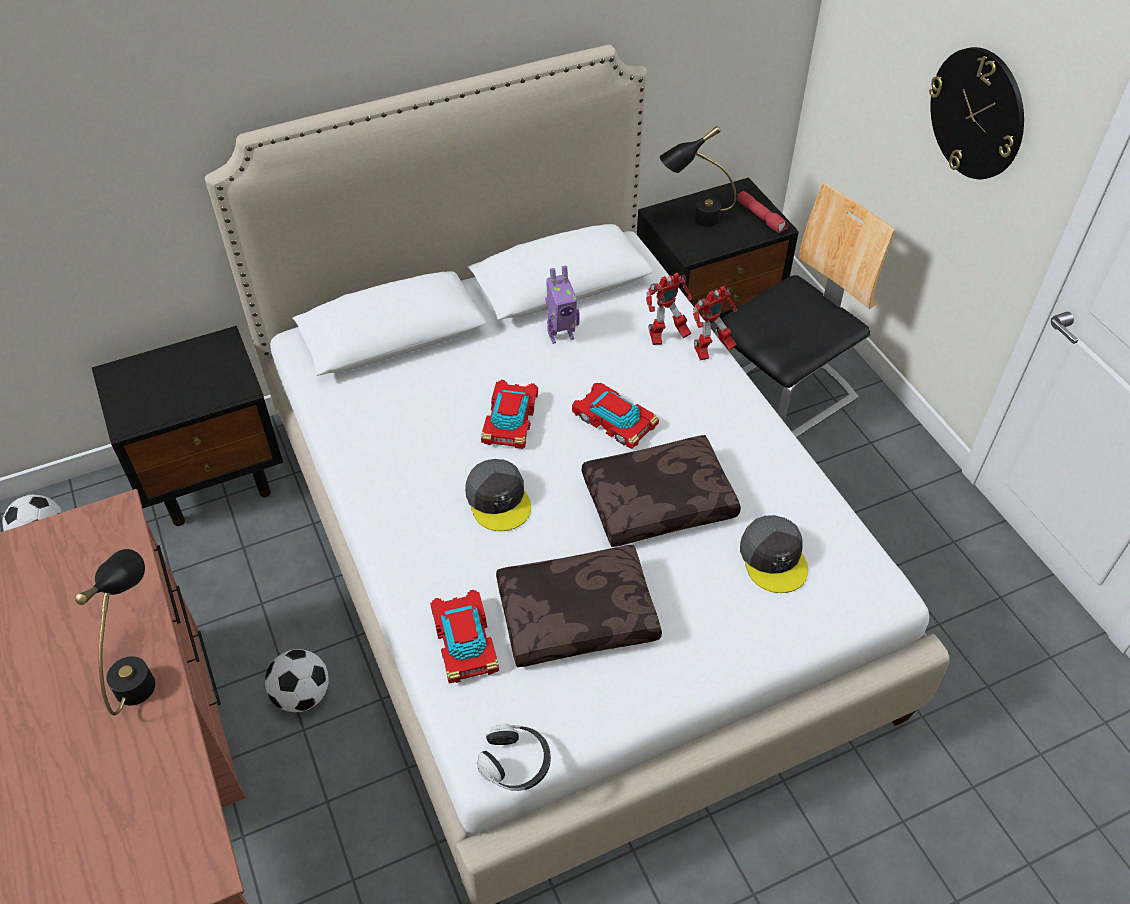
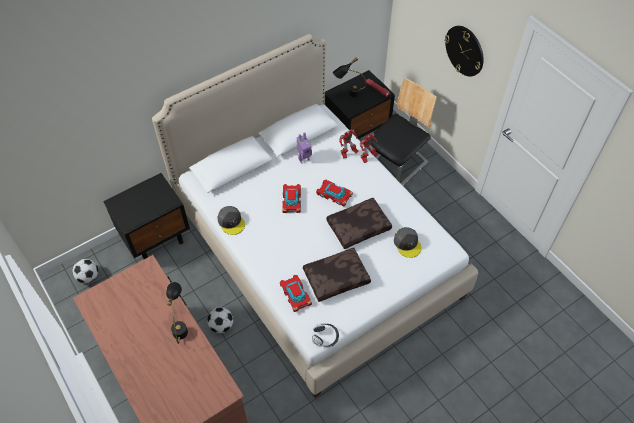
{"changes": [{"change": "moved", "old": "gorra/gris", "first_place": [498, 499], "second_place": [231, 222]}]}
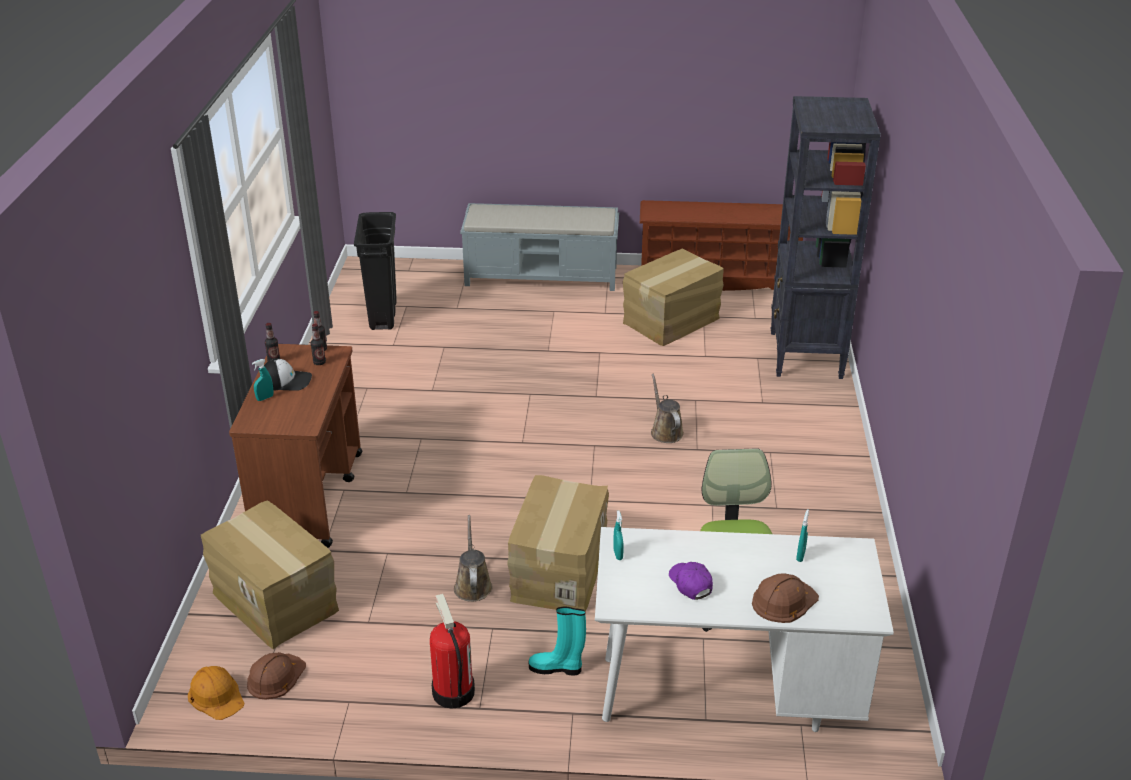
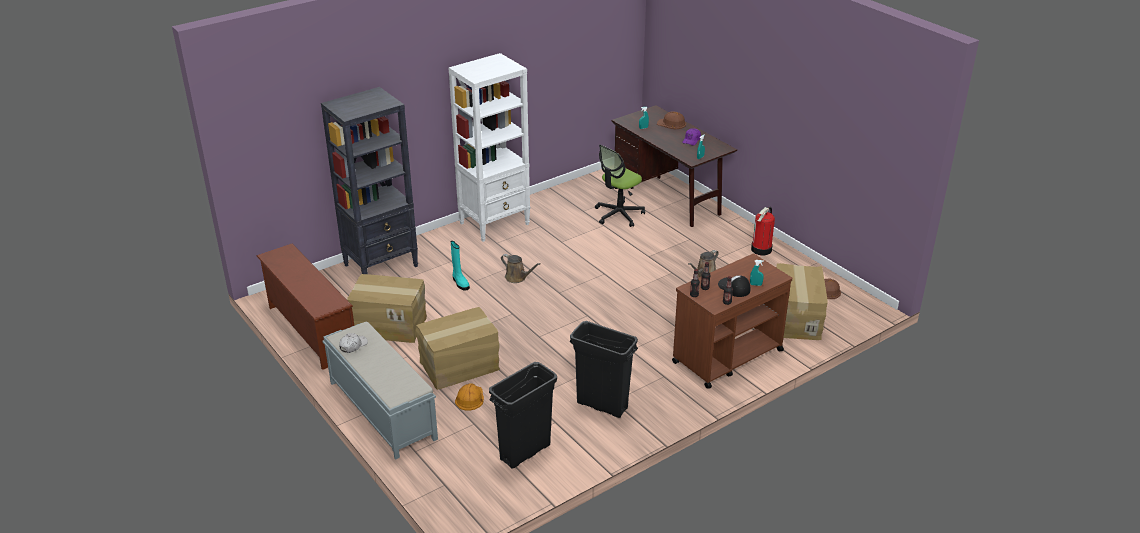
{"changes": [{"change": "turned", "old": "regadera/marrón", "first_place": [665, 431], "second_place": [517, 278], "degrees": -90}, {"change": "moved", "old": "caja de cartón", "first_place": [558, 570], "second_place": [460, 366]}, {"change": "recoloured", "old": "escritorio/blanco", "new": "escritorio/marrón", "first_place": [727, 695], "second_place": [669, 197]}, {"change": "moved", "old": "bota/turquesa", "first_place": [557, 668], "second_place": [460, 283]}, {"change": "moved", "old": "casco/naranja", "first_place": [216, 695], "second_place": [470, 398]}, {"change": "added", "new": "estantería/blanco", "second_place": [495, 223]}, {"change": "added", "new": "papelera/negro", "second_place": [601, 405]}, {"change": "added", "new": "gorra/blanco", "second_place": [353, 345]}]}
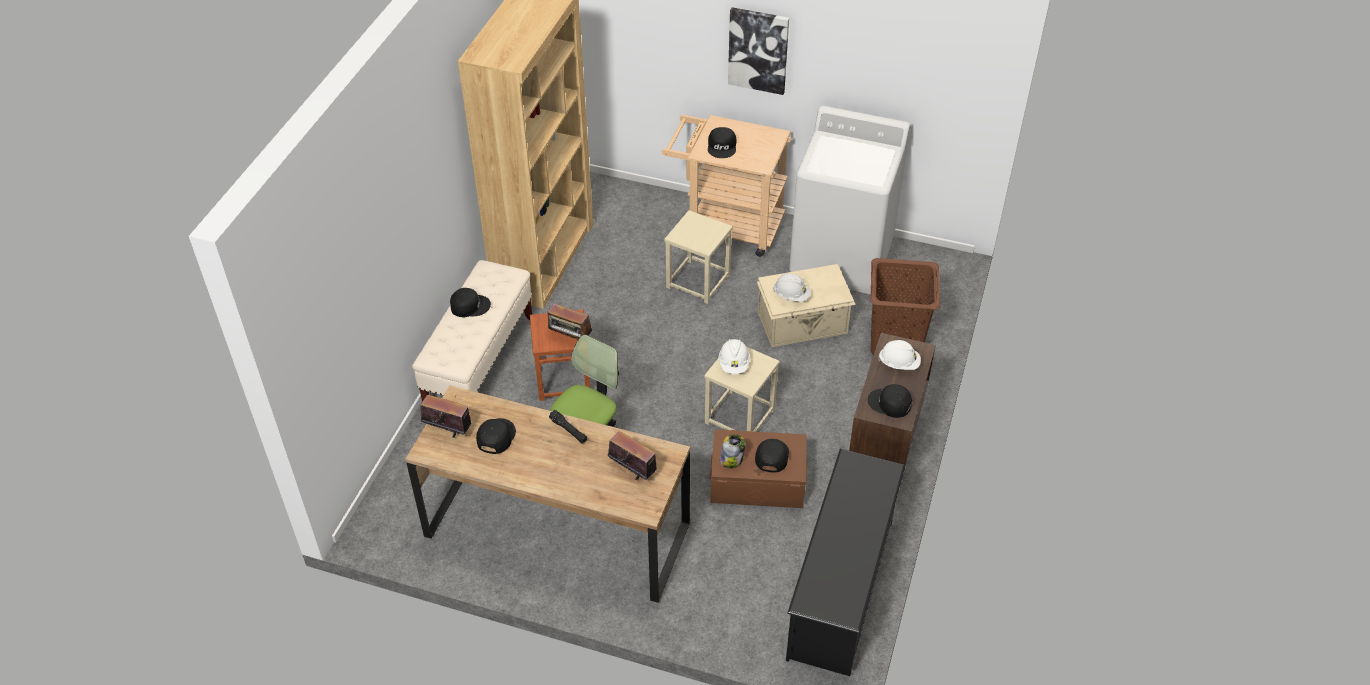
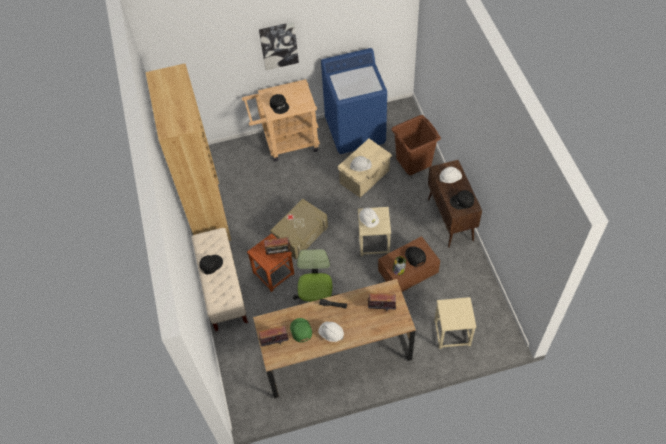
{"changes": [{"change": "recoloured", "old": "lavadora/blanco", "new": "lavadora/azul", "first_place": [842, 258], "second_place": [355, 131]}, {"change": "moved", "old": "taburete/beis", "first_place": [697, 281], "second_place": [452, 333]}, {"change": "recoloured", "old": "gorra/negro", "new": "gorra/verde", "first_place": [495, 436], "second_place": [300, 330]}, {"change": "removed", "old": "zapatero/negro", "first_place": [841, 588]}, {"change": "added", "new": "caja de almacenaje/beis", "second_place": [300, 234]}, {"change": "added", "new": "casco/blanco", "second_place": [331, 334]}]}
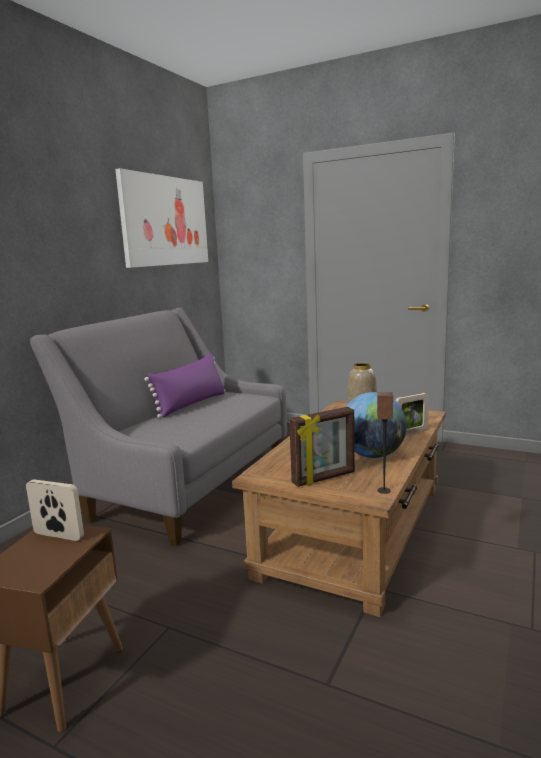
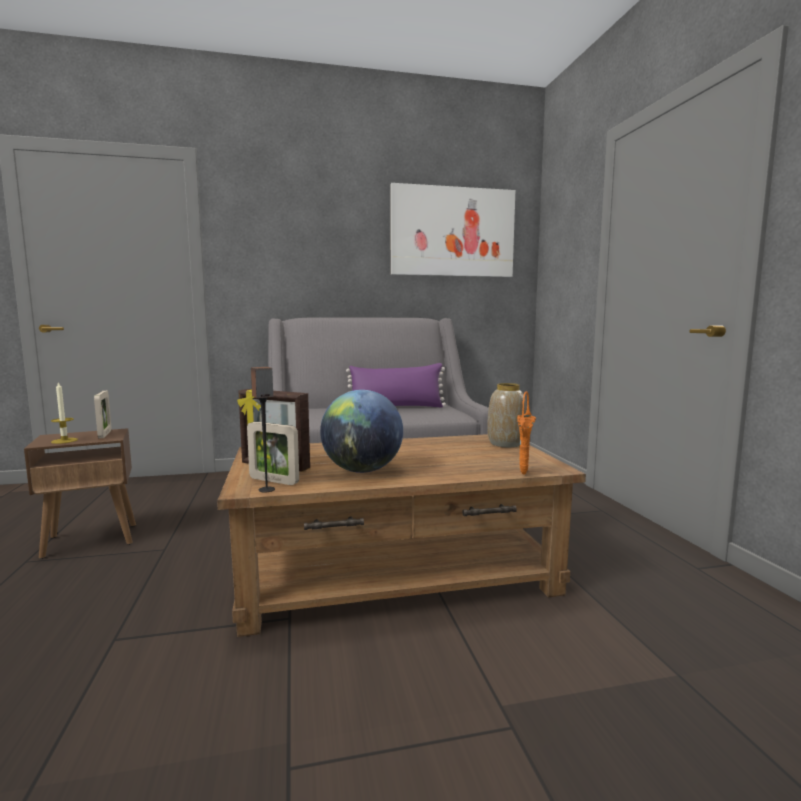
{"changes": [{"change": "moved", "old": "portarretratos", "first_place": [411, 432], "second_place": [274, 481]}, {"change": "added", "new": "vela", "second_place": [64, 441]}, {"change": "added", "new": "florero/naranja", "second_place": [523, 474]}]}
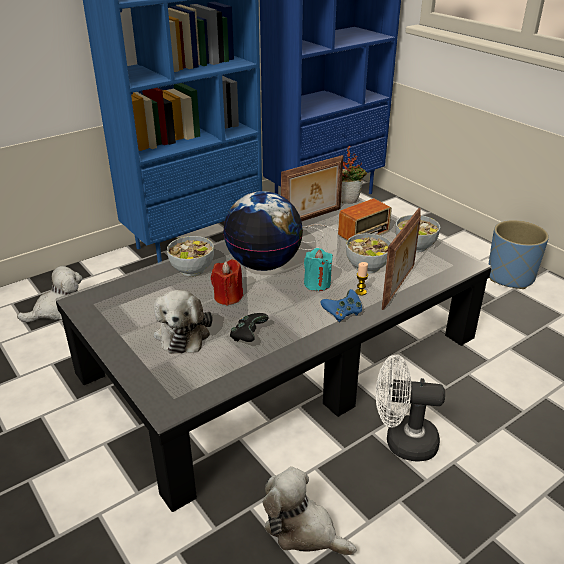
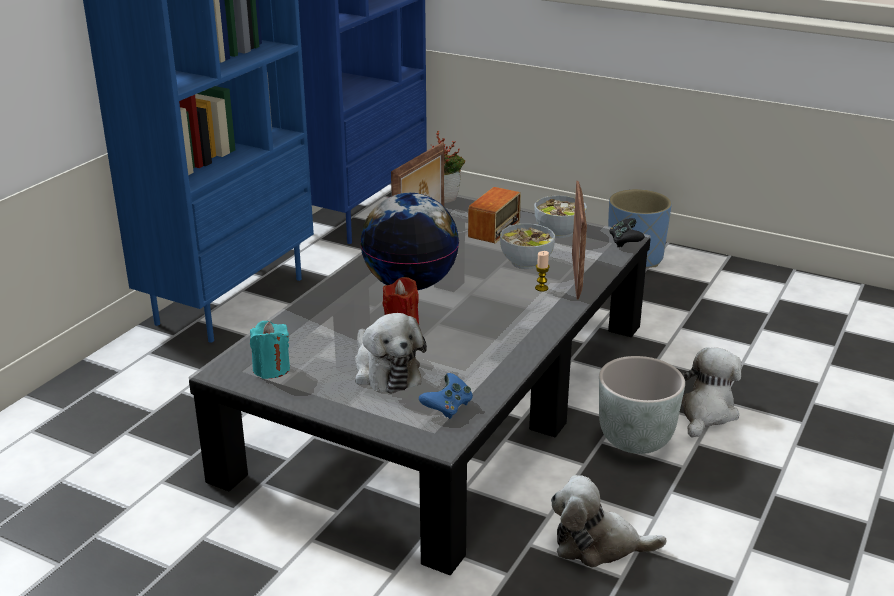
{"changes": [{"change": "removed", "old": "cuenco", "first_place": [192, 269]}, {"change": "moved", "old": "vela/turquesa", "first_place": [317, 283], "second_place": [271, 369]}, {"change": "moved", "old": "peluche", "first_place": [58, 310], "second_place": [707, 412]}, {"change": "moved", "old": "mando de consola/azul", "first_place": [342, 314], "second_place": [447, 407]}, {"change": "moved", "old": "mando de consola/negro", "first_place": [248, 336], "second_place": [625, 242]}, {"change": "replaced", "old": "ventilador/blanco", "new": "maceta/gris", "first_place": [402, 441], "second_place": [636, 440]}]}
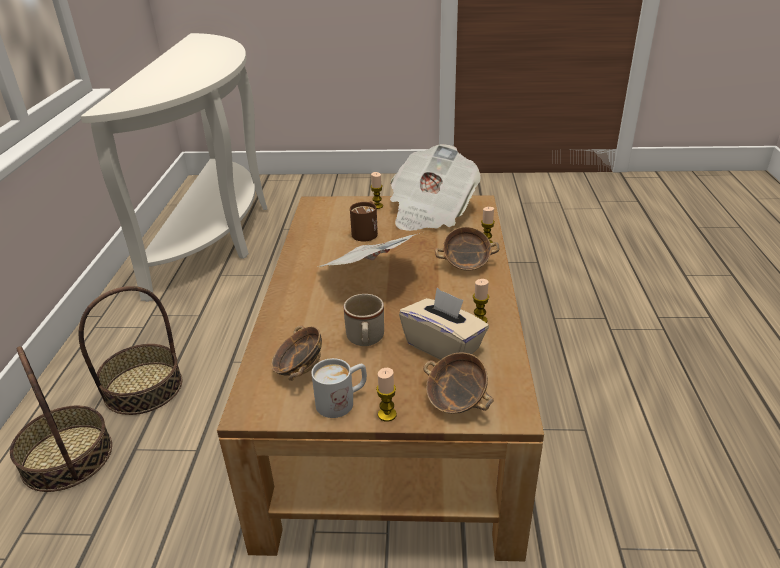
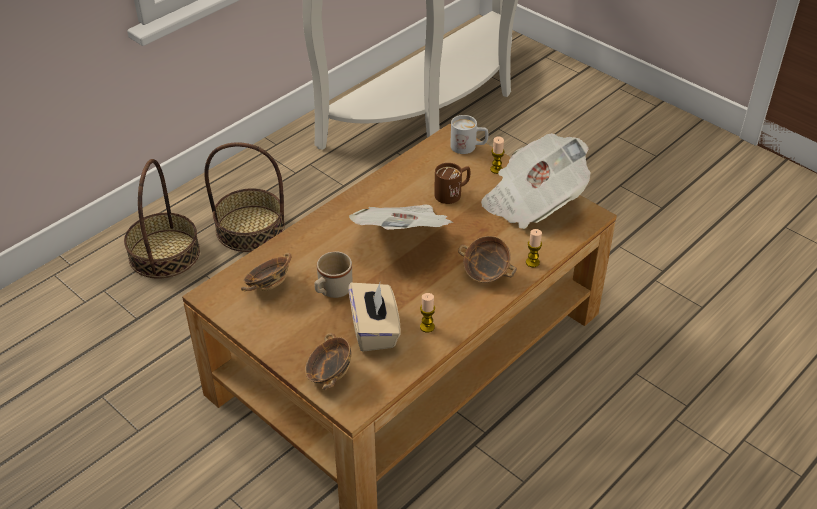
{"changes": [{"change": "moved", "old": "taza grande/blanco", "first_place": [342, 401], "second_place": [468, 147]}, {"change": "removed", "old": "vela", "first_place": [387, 414]}]}
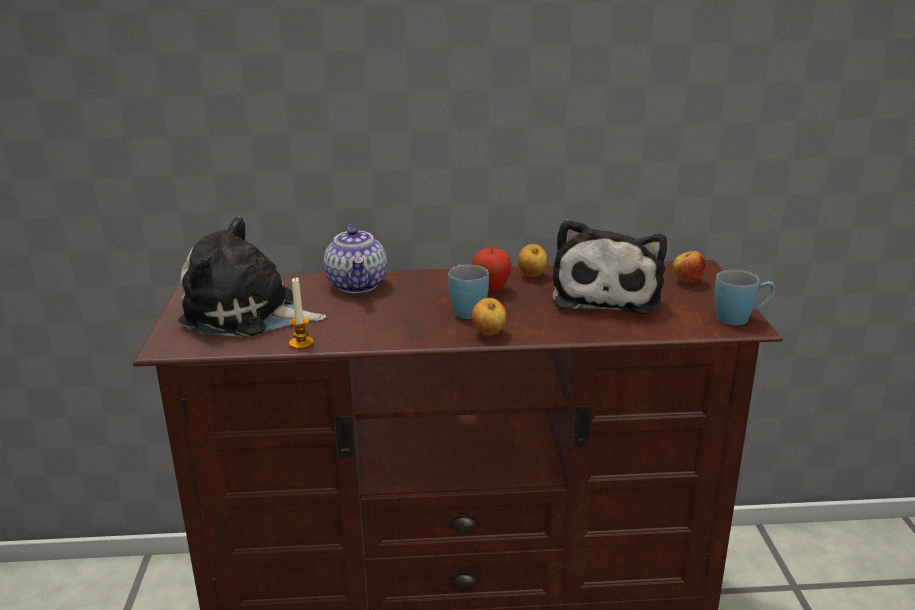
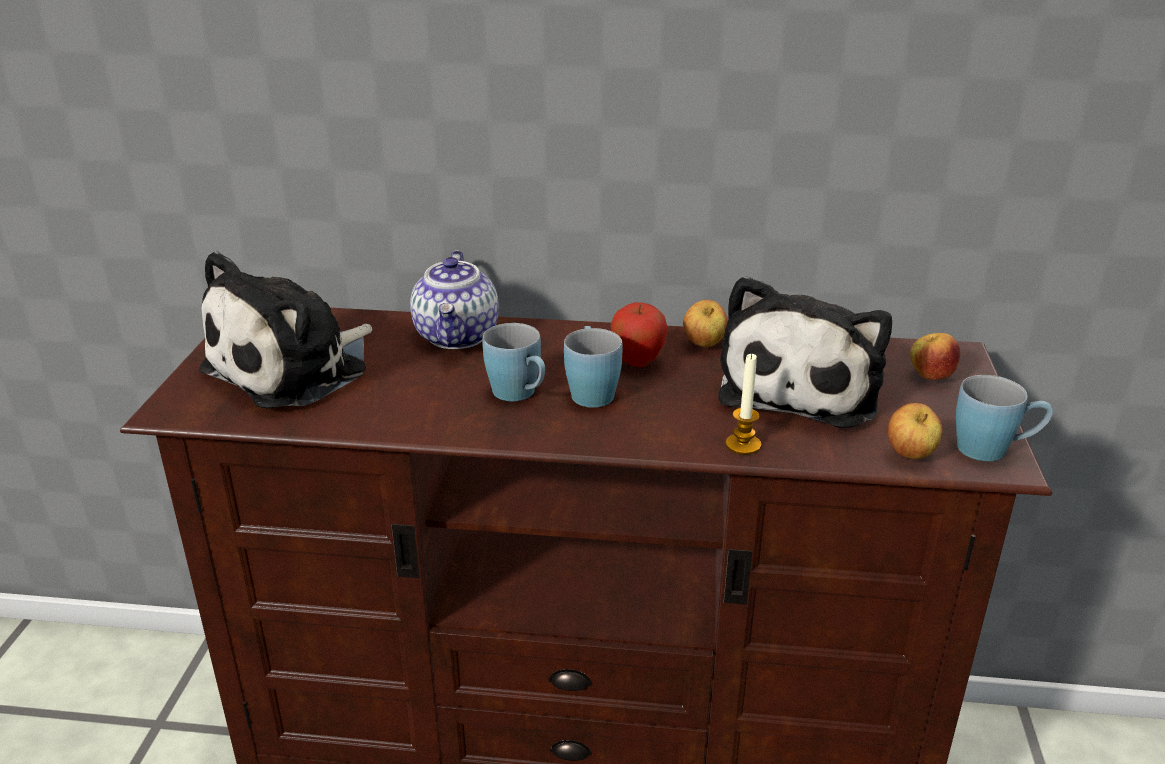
{"changes": [{"change": "turned", "old": "peluche", "first_place": [247, 314], "second_place": [294, 369], "degrees": -75}, {"change": "moved", "old": "vela", "first_place": [301, 343], "second_place": [743, 445]}, {"change": "moved", "old": "manzana", "first_place": [489, 334], "second_place": [910, 456]}, {"change": "added", "new": "taza grande/azul", "second_place": [520, 395]}]}
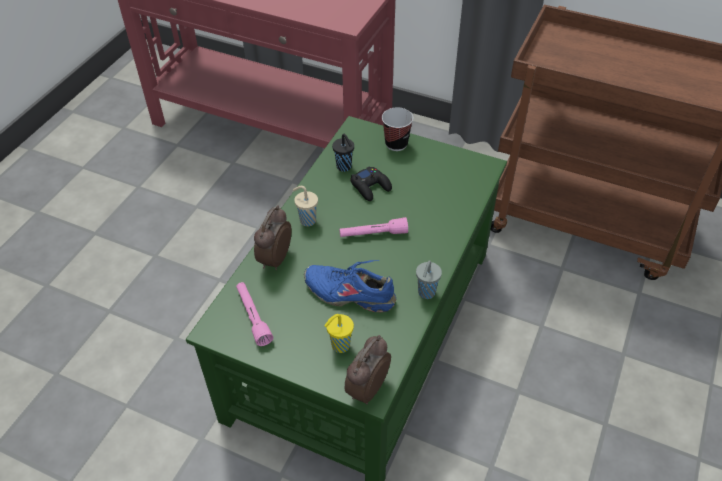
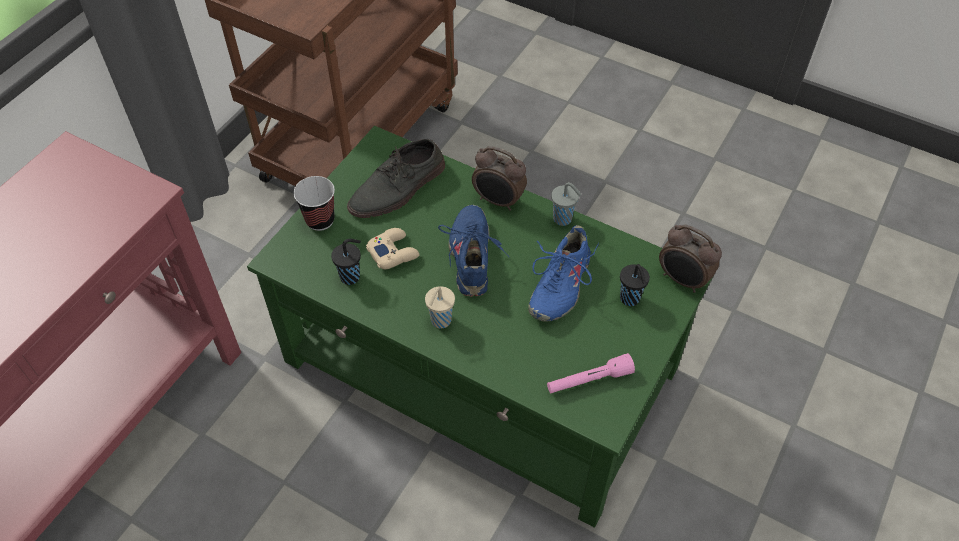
{"changes": [{"change": "recoloured", "old": "mando de consola/negro", "new": "mando de consola/beis", "first_place": [371, 187], "second_place": [393, 252]}, {"change": "moved", "old": "despertador", "first_place": [274, 259], "second_place": [498, 201]}, {"change": "replaced", "old": "linterna/rosa", "new": "zapato/azul", "first_place": [373, 234], "second_place": [472, 257]}, {"change": "recoloured", "old": "taza/amarillo", "new": "taza/negro", "first_place": [339, 346], "second_place": [630, 299]}, {"change": "added", "new": "zapato/gris", "second_place": [398, 188]}]}
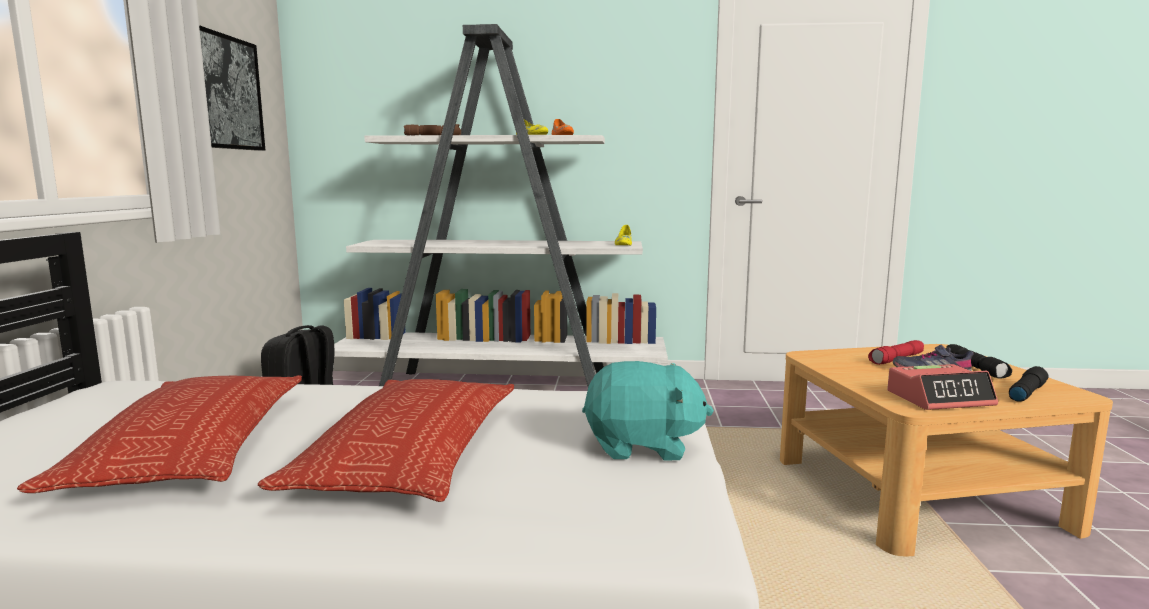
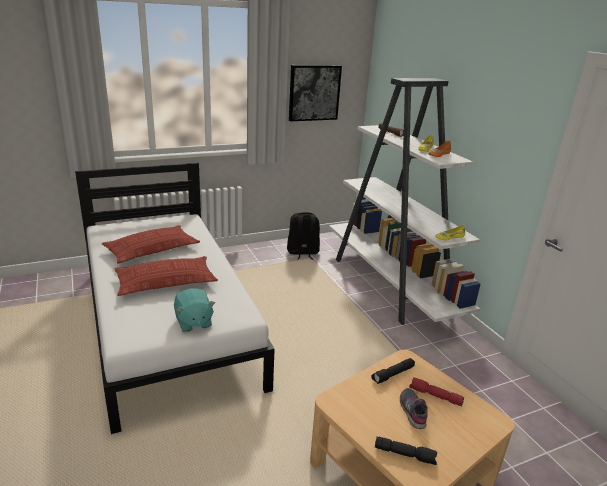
{"changes": [{"change": "moved", "old": "linterna/negro", "first_place": [976, 368], "second_place": [393, 375]}, {"change": "removed", "old": "despertador", "first_place": [940, 398]}]}
